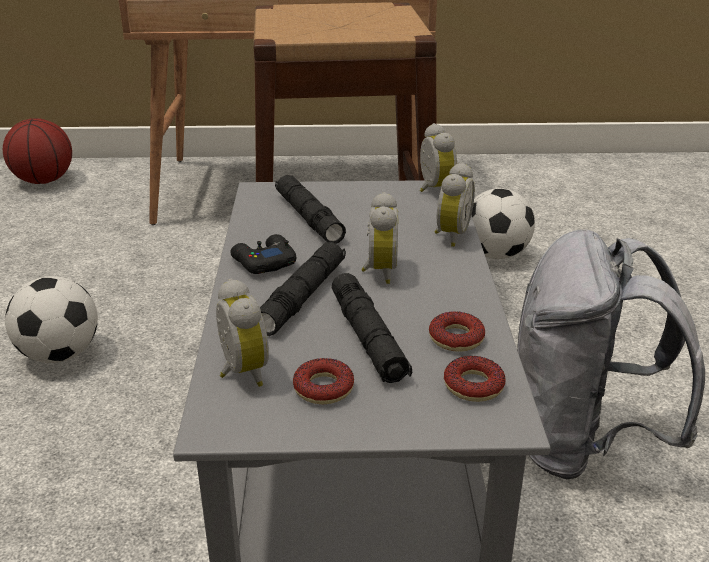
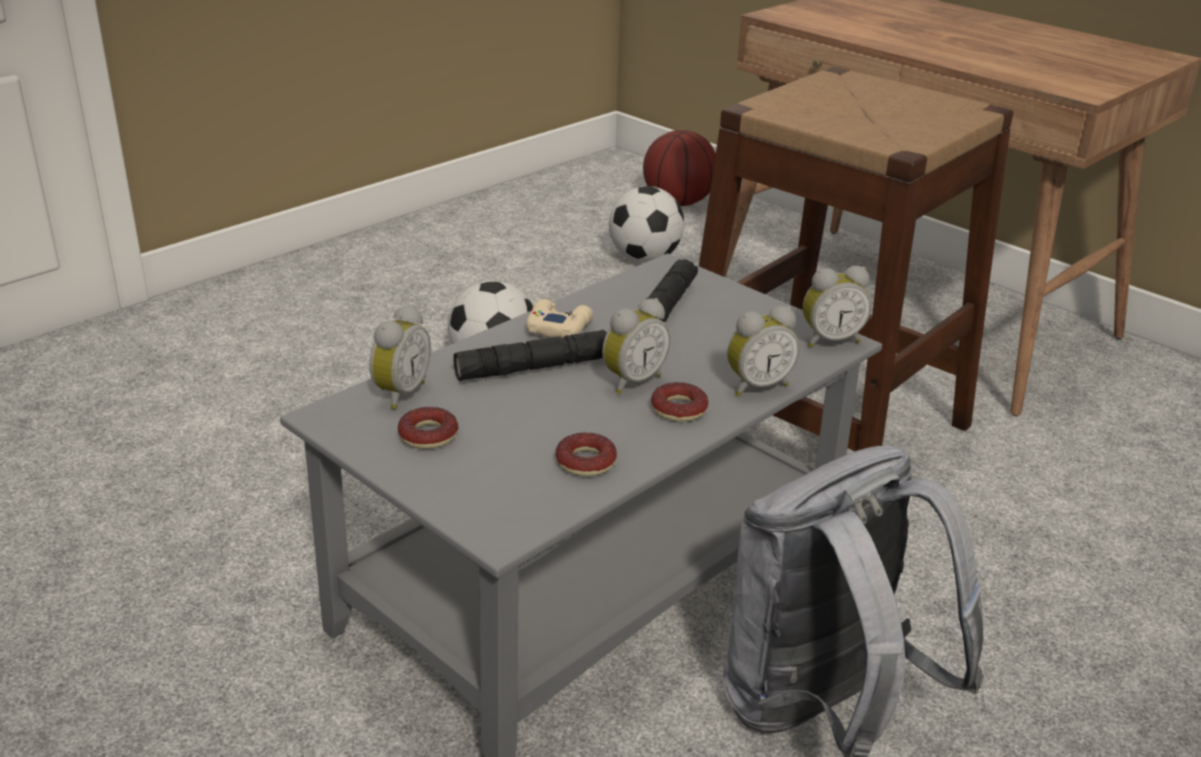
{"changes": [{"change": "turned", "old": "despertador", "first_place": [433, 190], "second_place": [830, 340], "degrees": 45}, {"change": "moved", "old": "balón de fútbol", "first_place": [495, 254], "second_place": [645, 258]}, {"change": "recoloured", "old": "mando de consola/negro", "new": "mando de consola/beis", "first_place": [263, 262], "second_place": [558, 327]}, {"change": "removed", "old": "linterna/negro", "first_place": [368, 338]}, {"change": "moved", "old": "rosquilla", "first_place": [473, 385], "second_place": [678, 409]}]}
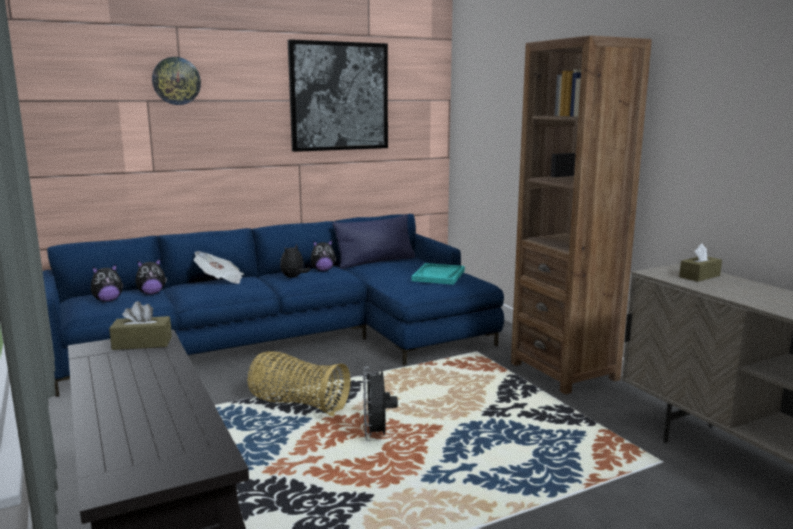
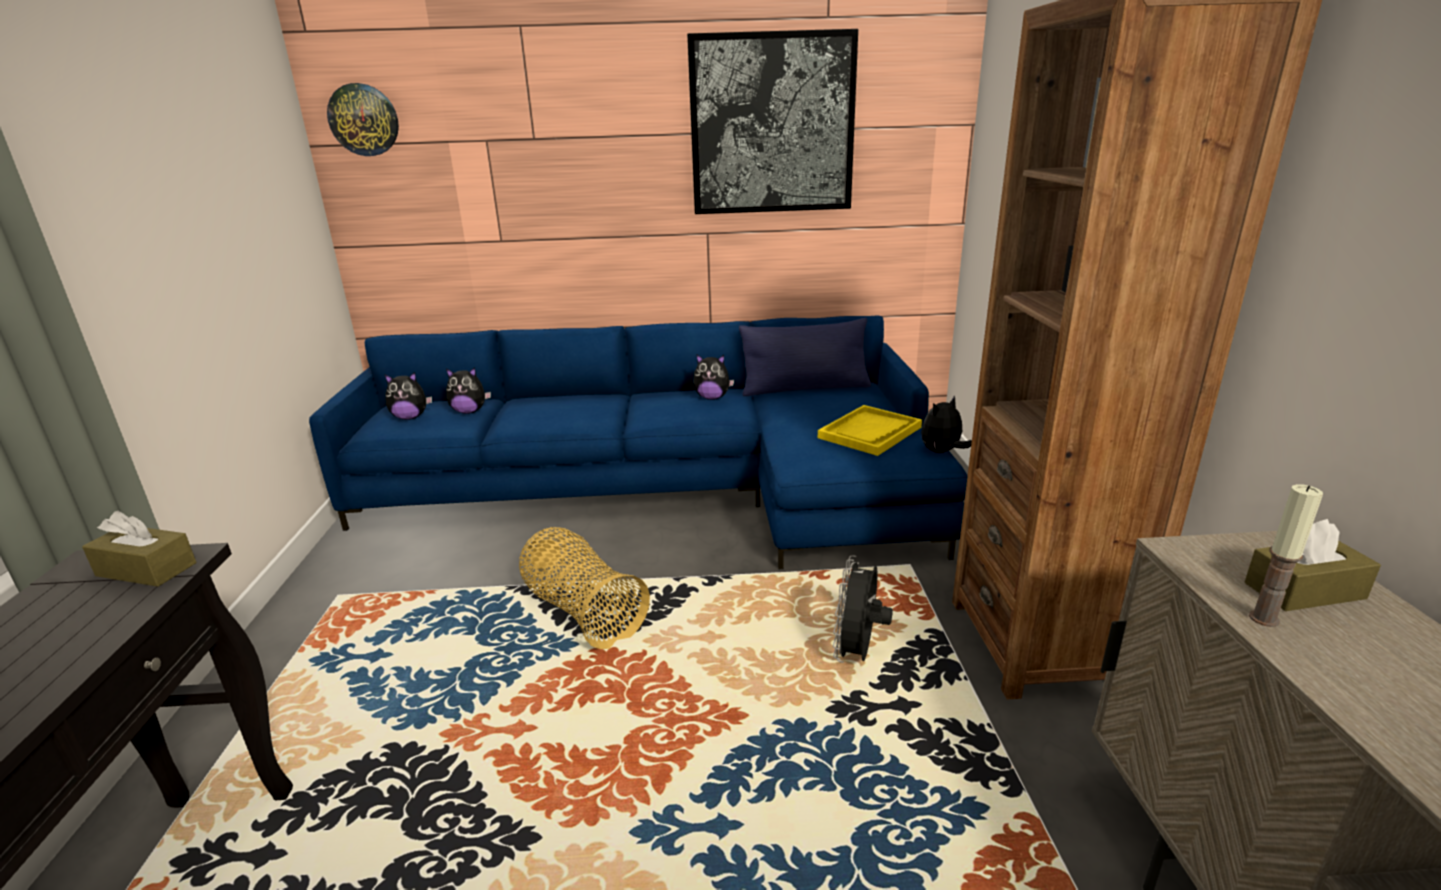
{"changes": [{"change": "moved", "old": "reloj de pared", "first_place": [176, 81], "second_place": [364, 120]}, {"change": "moved", "old": "peluche", "first_place": [293, 277], "second_place": [942, 452]}, {"change": "removed", "old": "periódico", "first_place": [220, 280]}, {"change": "recoloured", "old": "bandeja/turquesa", "new": "bandeja/amarillo", "first_place": [438, 276], "second_place": [870, 432]}, {"change": "moved", "old": "ventilador/negro", "first_place": [376, 435], "second_place": [857, 653]}, {"change": "added", "new": "vela", "second_place": [1263, 618]}]}
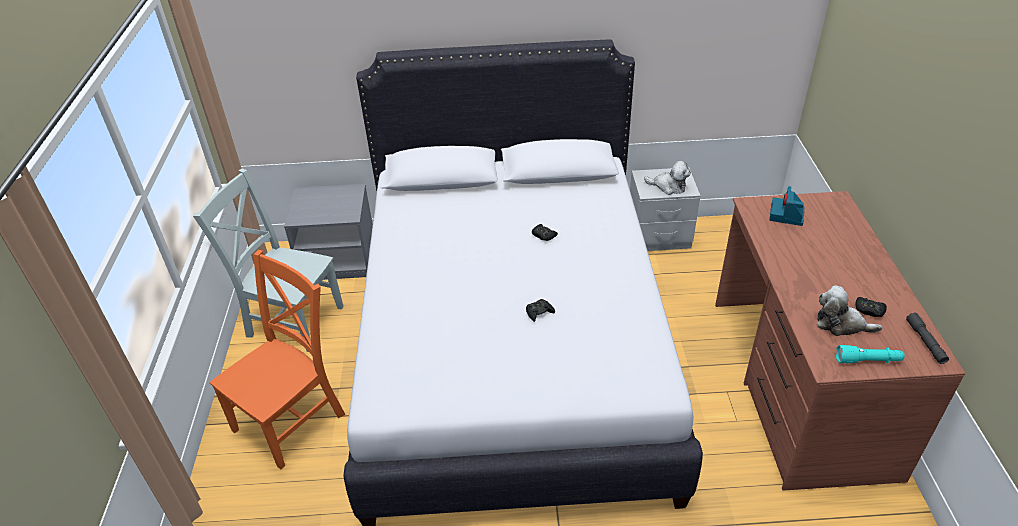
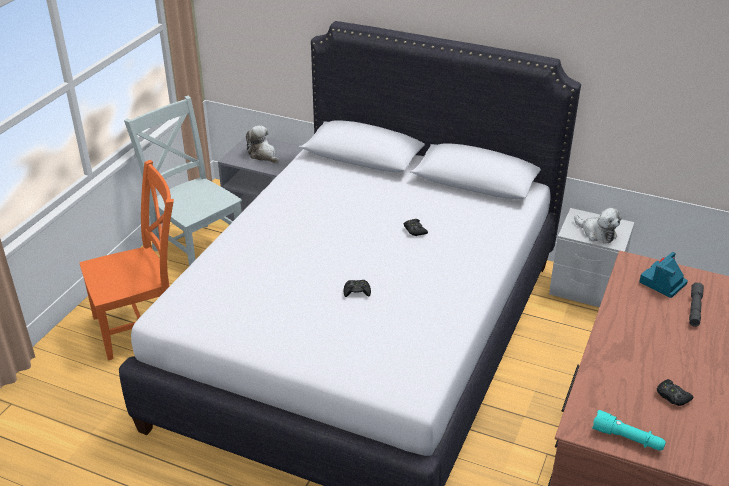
{"changes": [{"change": "moved", "old": "peluche", "first_place": [841, 324], "second_place": [263, 155]}, {"change": "moved", "old": "linterna/gris", "first_place": [925, 342], "second_place": [694, 308]}]}
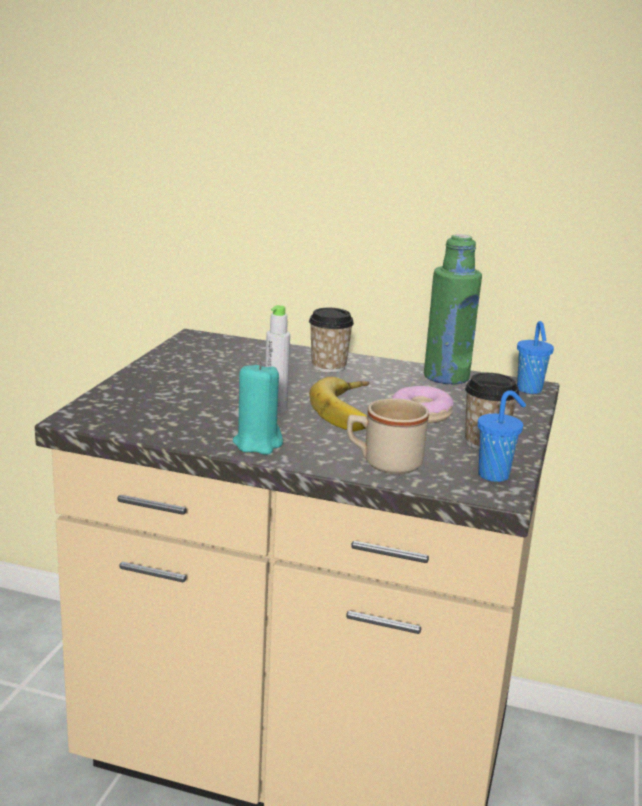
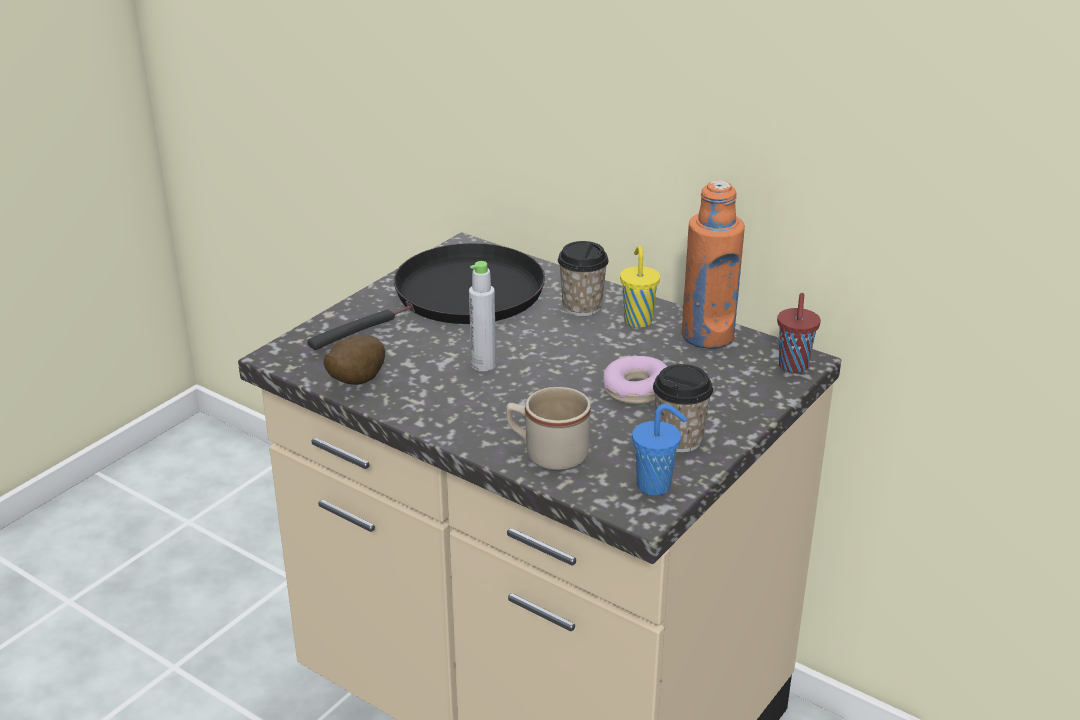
{"changes": [{"change": "recoloured", "old": "botella/verde", "new": "botella/naranja", "first_place": [446, 377], "second_place": [707, 336]}, {"change": "recoloured", "old": "taza/azul", "new": "taza/rojo", "first_place": [529, 390], "second_place": [793, 367]}, {"change": "removed", "old": "vela/turquesa", "first_place": [258, 443]}, {"change": "removed", "old": "plátano", "first_place": [353, 411]}, {"change": "added", "new": "sartén/negro", "second_place": [460, 298]}, {"change": "added", "new": "taza/amarillo", "second_place": [637, 320]}, {"change": "added", "new": "patata", "second_place": [354, 382]}]}
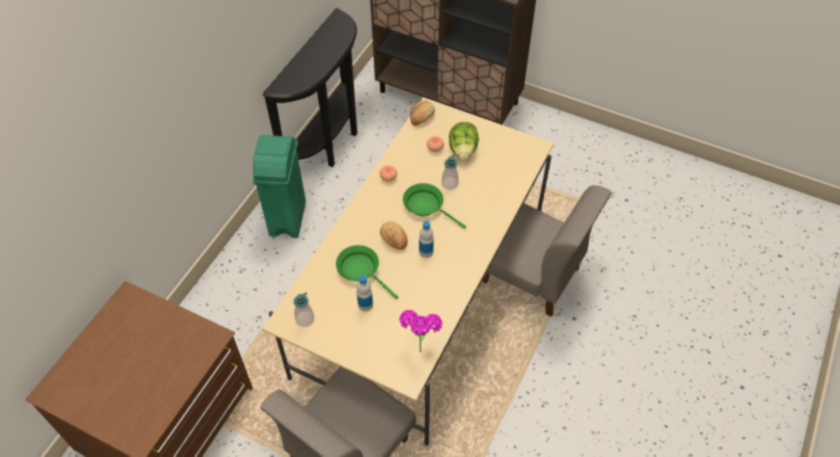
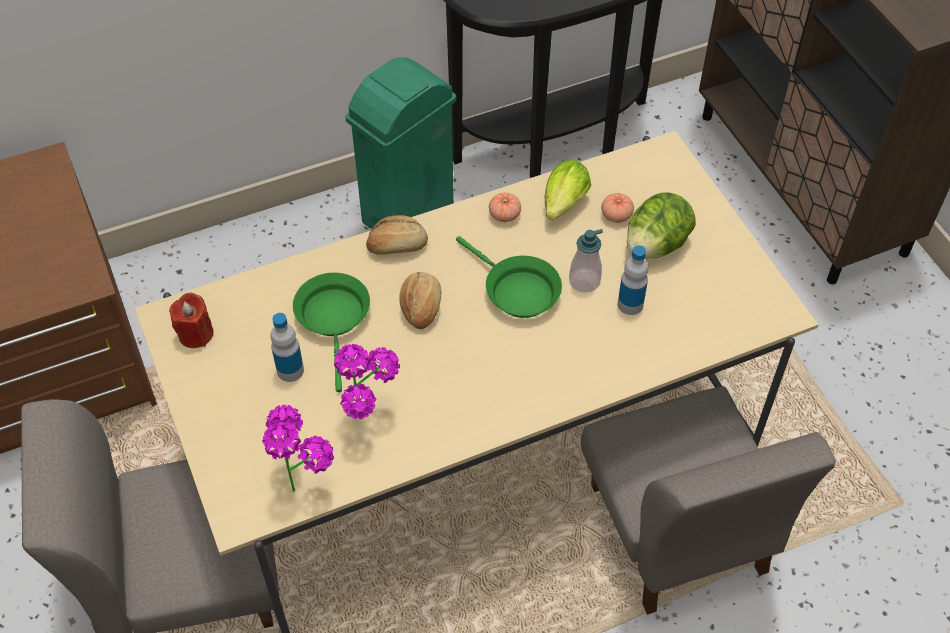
{"changes": [{"change": "moved", "old": "pan", "first_place": [421, 117], "second_place": [397, 245]}, {"change": "turned", "old": "sartén/verde", "first_place": [426, 206], "second_place": [517, 291], "degrees": 150}, {"change": "moved", "old": "botella", "first_place": [426, 251], "second_place": [630, 304]}, {"change": "replaced", "old": "dispensador de jabón", "new": "vela/rojo", "first_place": [305, 319], "second_place": [195, 334]}, {"change": "added", "new": "lechuga", "second_place": [562, 206]}, {"change": "added", "new": "planta en maceta", "second_place": [371, 419]}]}
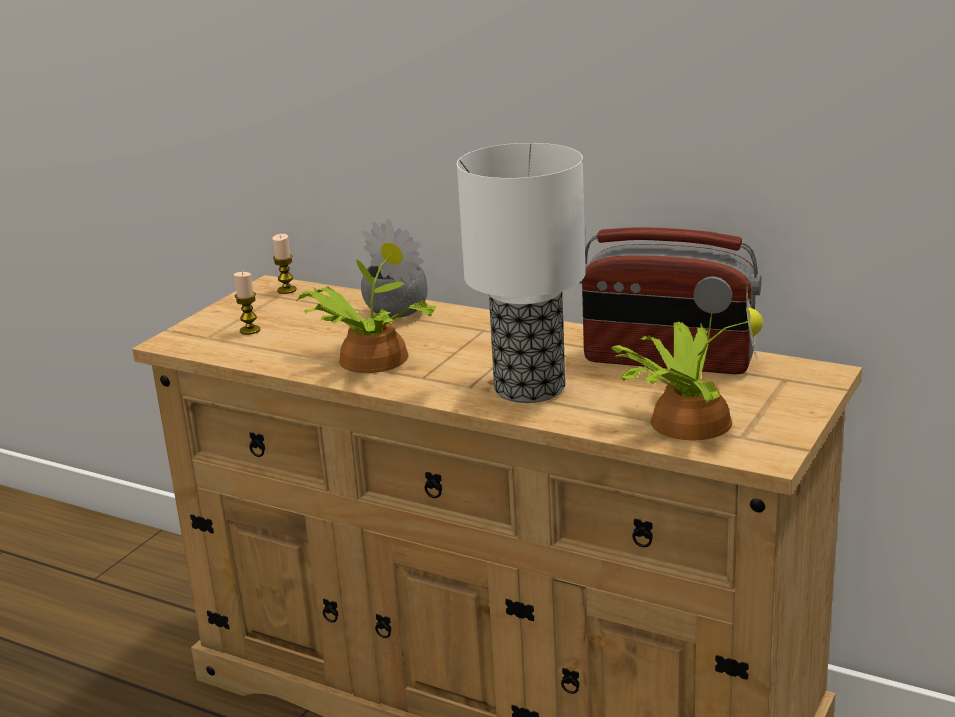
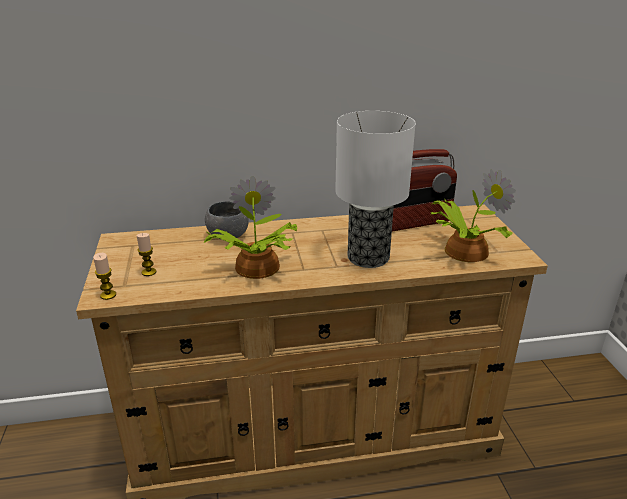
{"changes": [{"change": "moved", "old": "vela", "first_place": [286, 290], "second_place": [108, 295]}]}
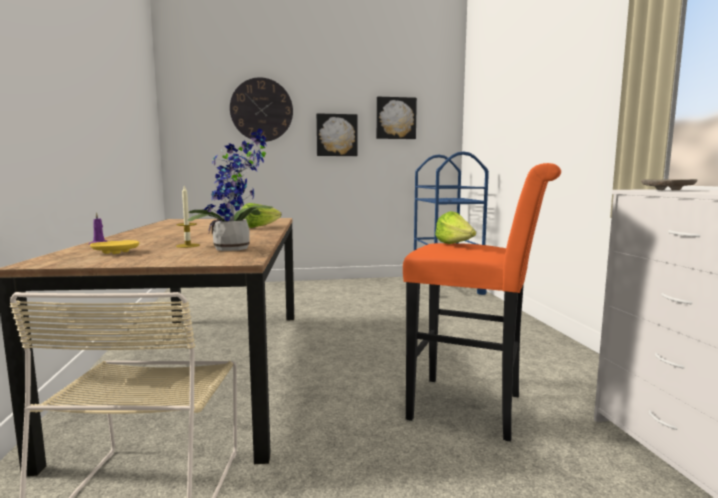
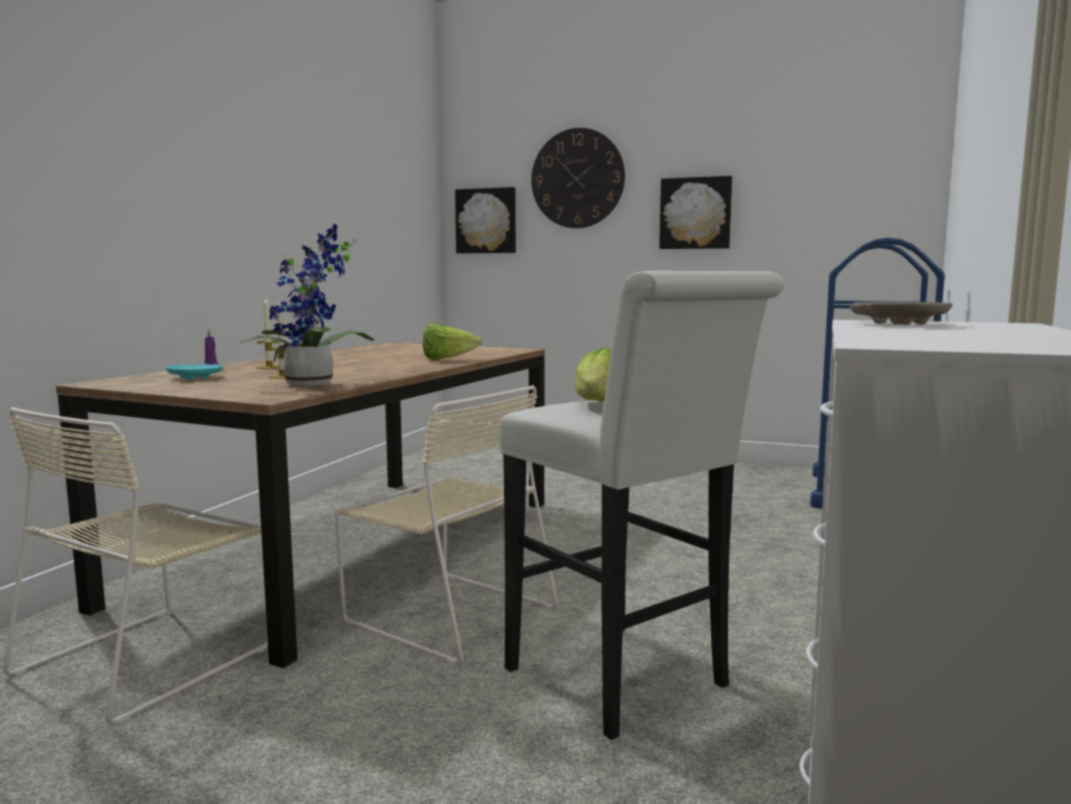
{"changes": [{"change": "moved", "old": "cuadro", "first_place": [395, 118], "second_place": [486, 221]}, {"change": "recoloured", "old": "taburete/naranja", "new": "taburete/blanco", "first_place": [475, 409], "second_place": [626, 683]}, {"change": "recoloured", "old": "plato/amarillo", "new": "plato/turquesa", "first_place": [116, 252], "second_place": [195, 378]}, {"change": "added", "new": "vela", "second_place": [269, 367]}, {"change": "added", "new": "silla/beis", "second_place": [446, 612]}]}
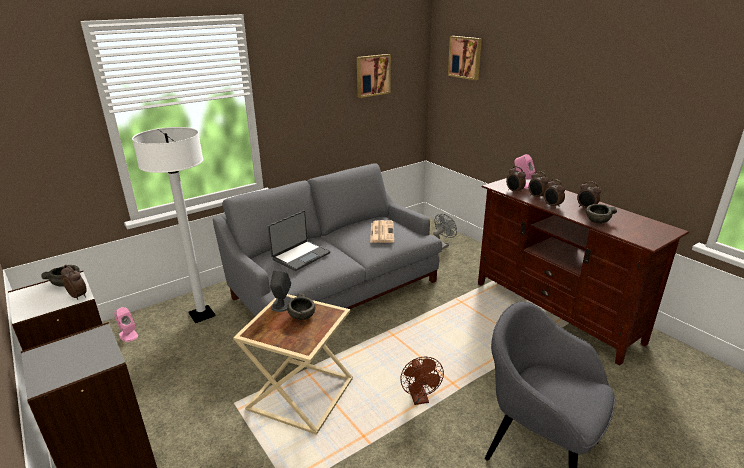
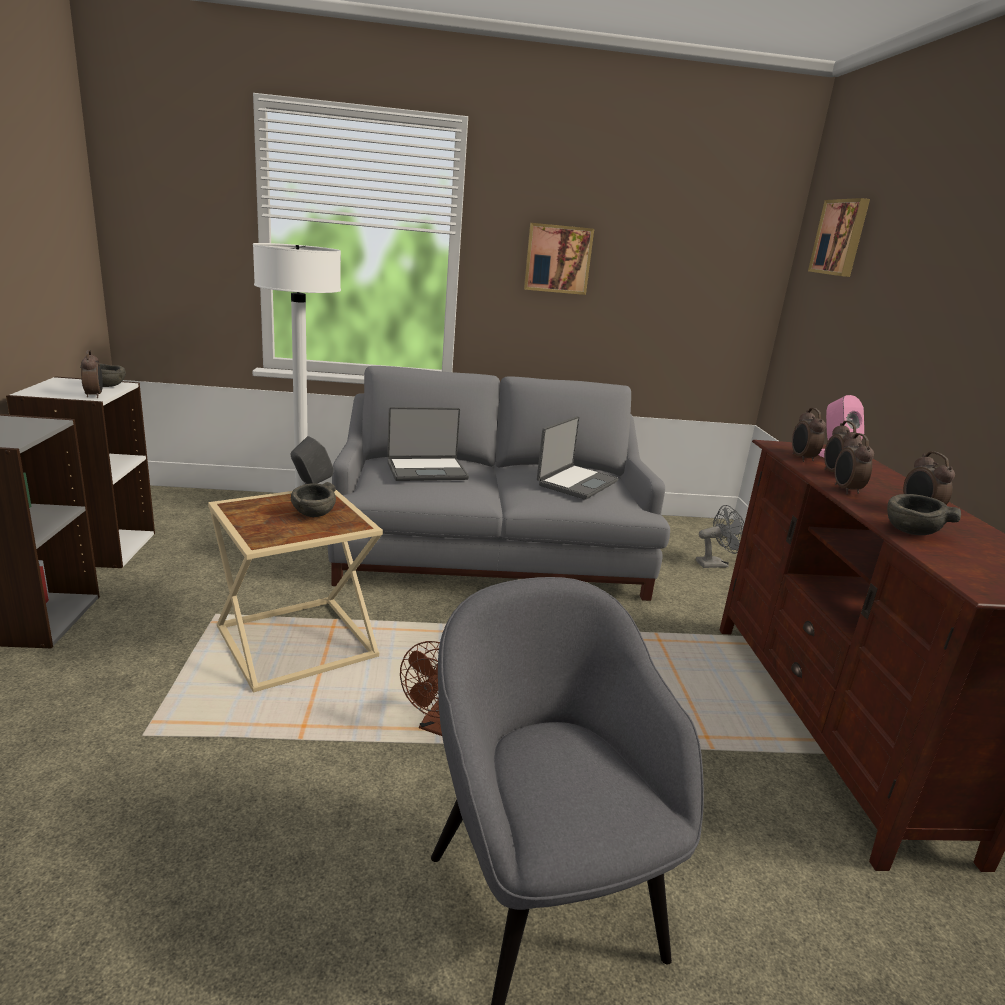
{"changes": [{"change": "moved", "old": "cuadro", "first_place": [372, 75], "second_place": [557, 259]}, {"change": "replaced", "old": "periódico", "new": "portátil", "first_place": [381, 232], "second_place": [576, 483]}, {"change": "removed", "old": "altavoz/rosa", "first_place": [128, 335]}]}
